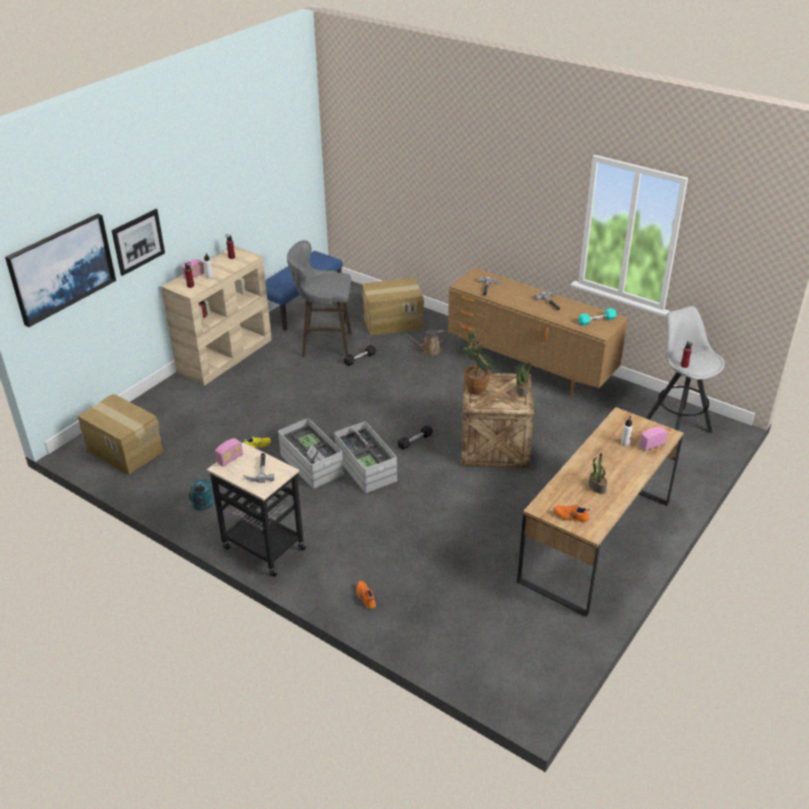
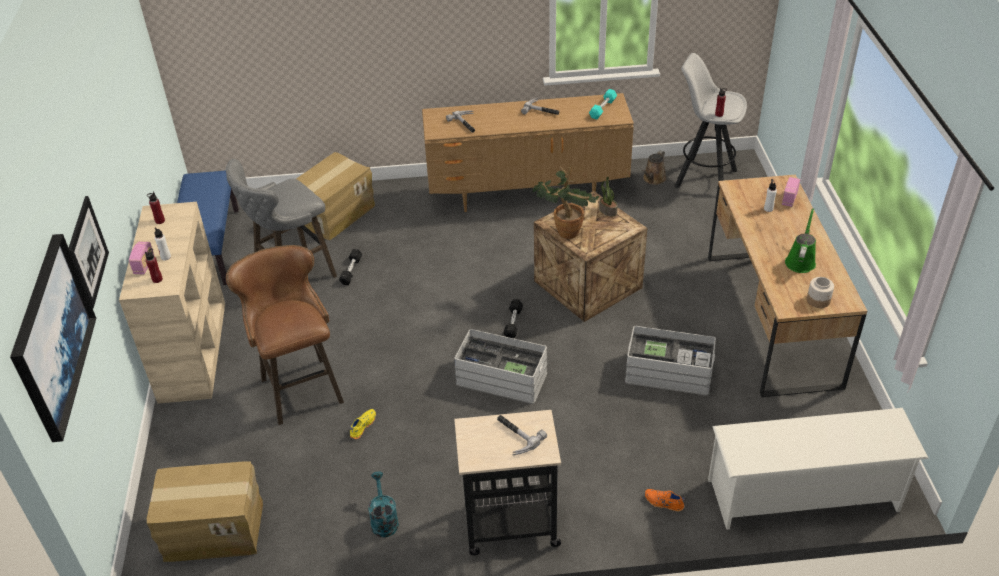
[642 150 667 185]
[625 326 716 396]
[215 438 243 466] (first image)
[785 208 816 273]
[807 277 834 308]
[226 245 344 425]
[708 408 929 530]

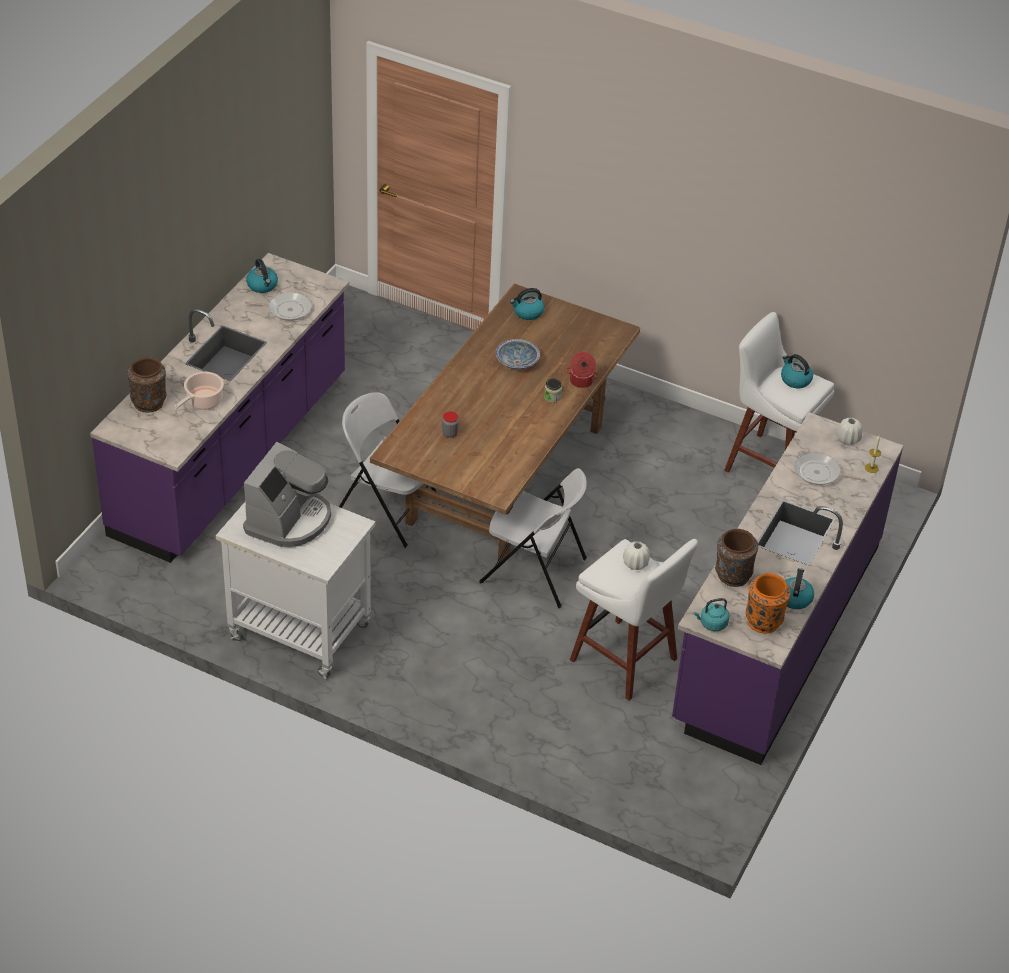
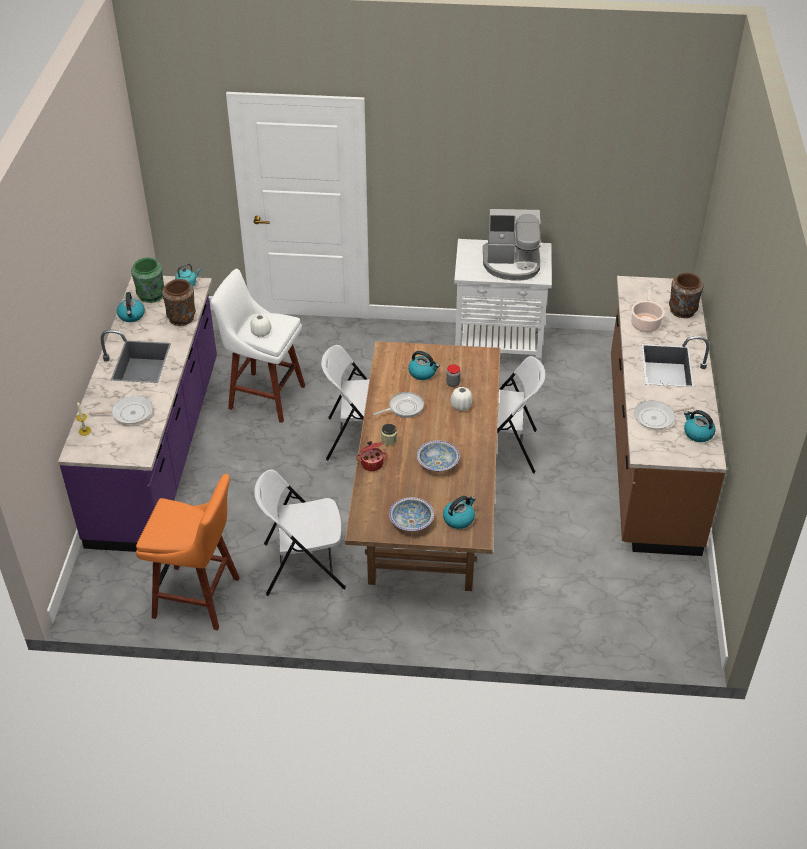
[611 276 727 556]
[136 474 240 630]
[408 351 440 380]
[450 387 473 411]
[483 209 541 281]
[131 258 165 303]
[374 392 424 418]
[254 470 346 596]
[389 497 434 531]

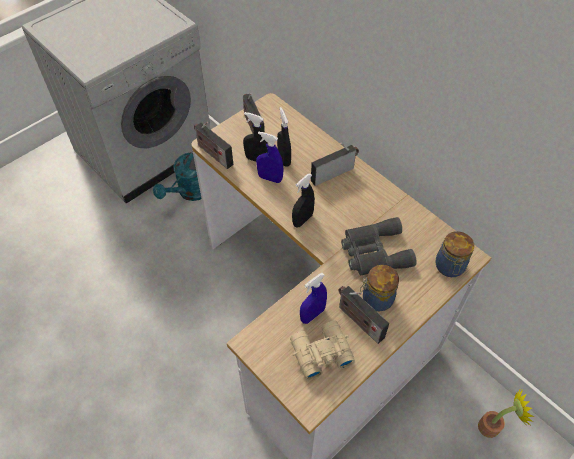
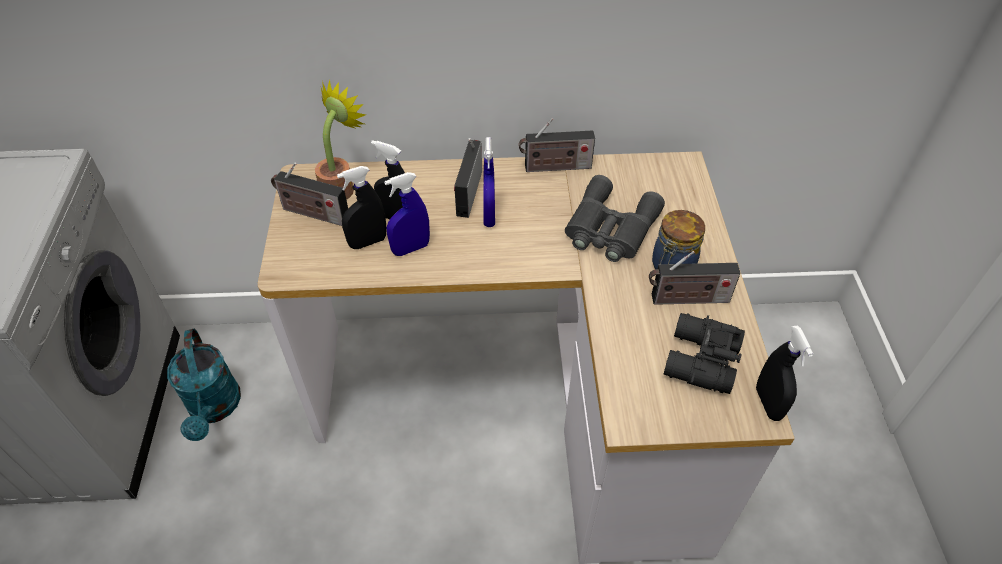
[519 118 595 172]
[756 325 813 421]
[435 231 474 277] (first image)
[483 137 495 227]
[664 313 745 394]
[315 80 366 200]

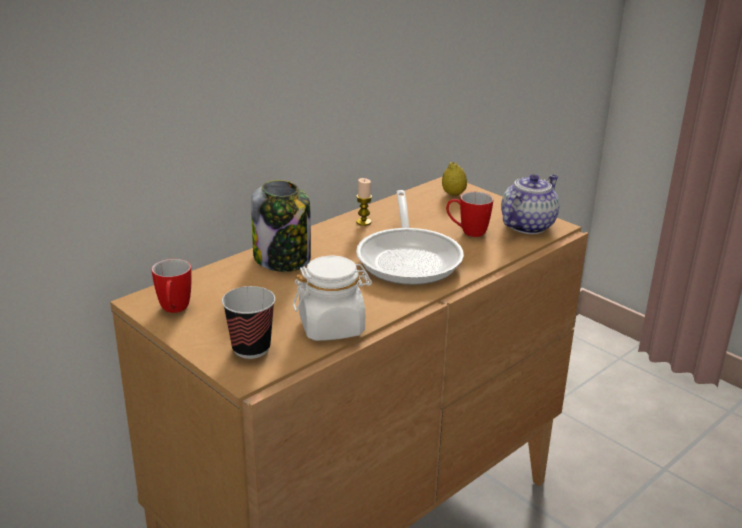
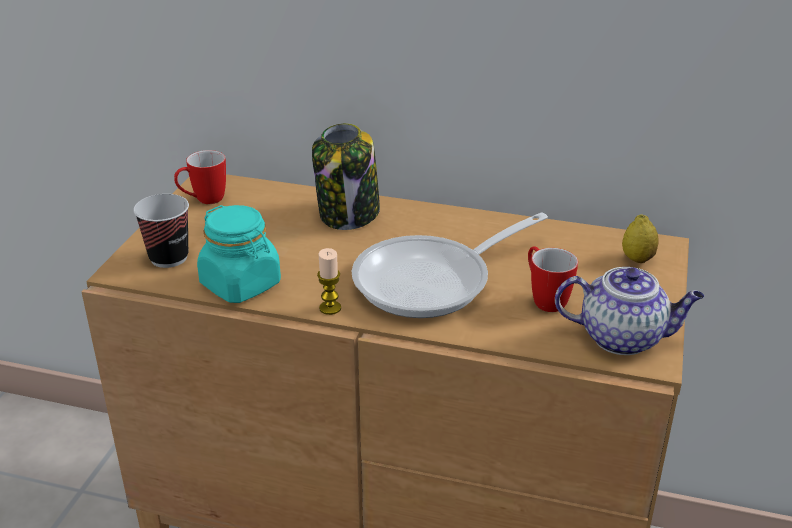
[317 248 341 315]
[197 205 281 303]

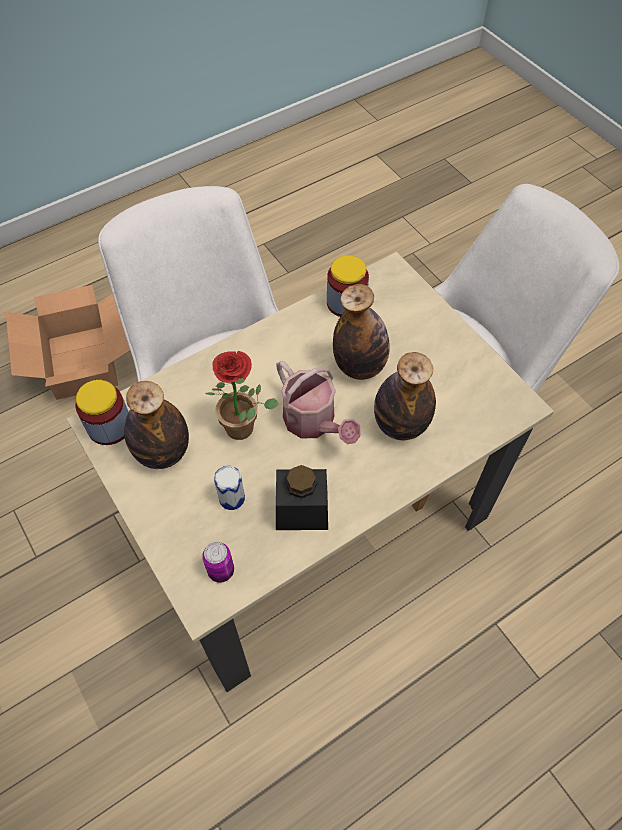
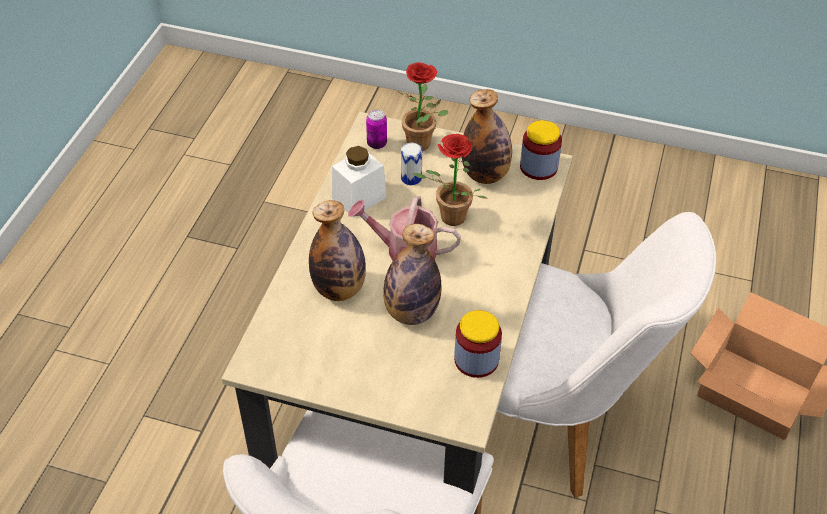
[332 146 387 217]
[396 62 448 151]

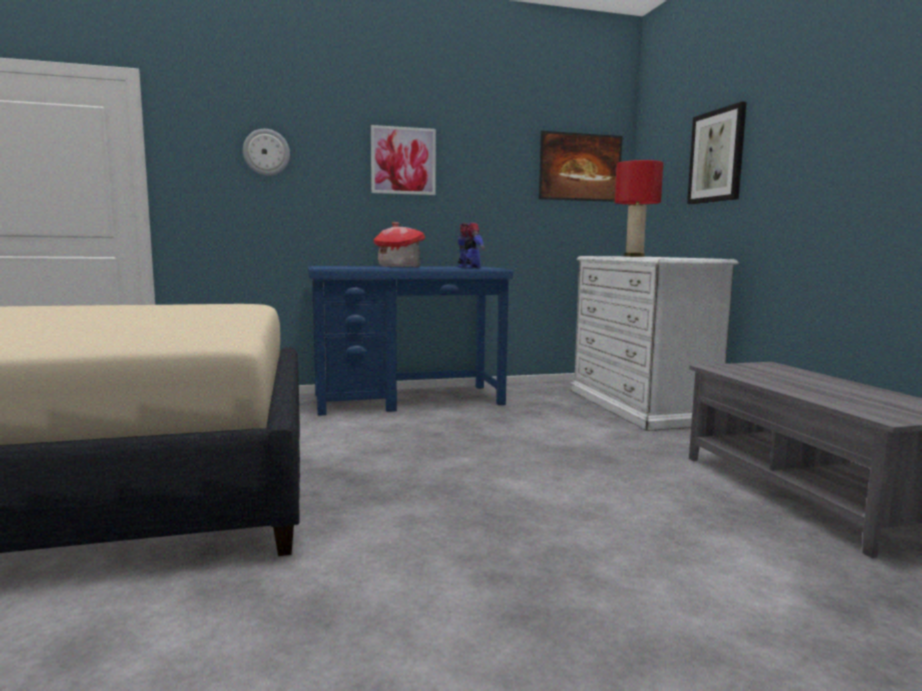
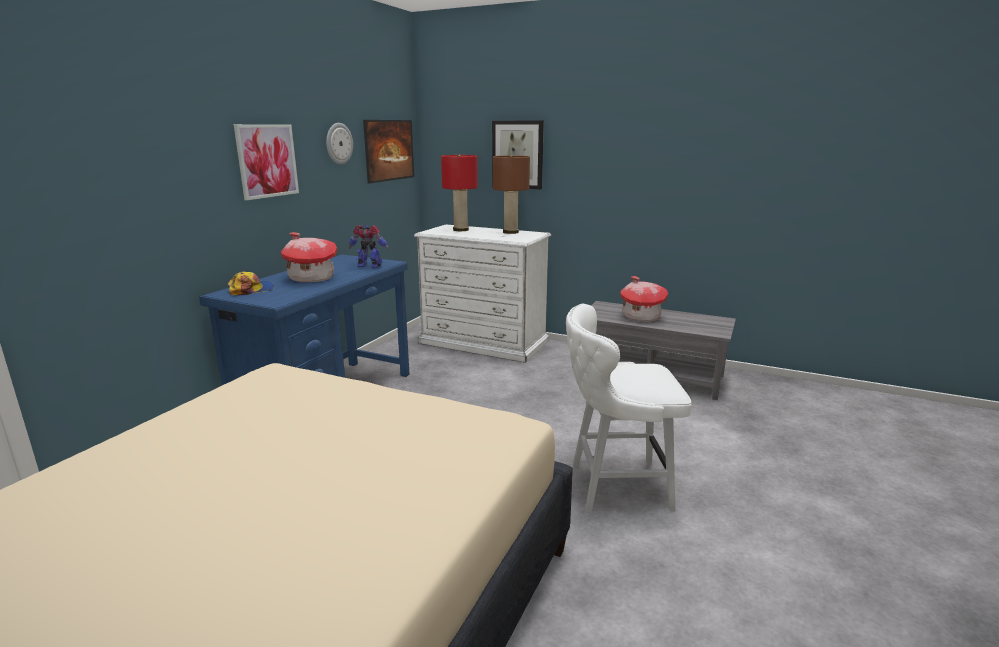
[326 123 353 164]
[493 155 530 234]
[228 272 274 295]
[620 276 668 322]
[566 304 692 513]

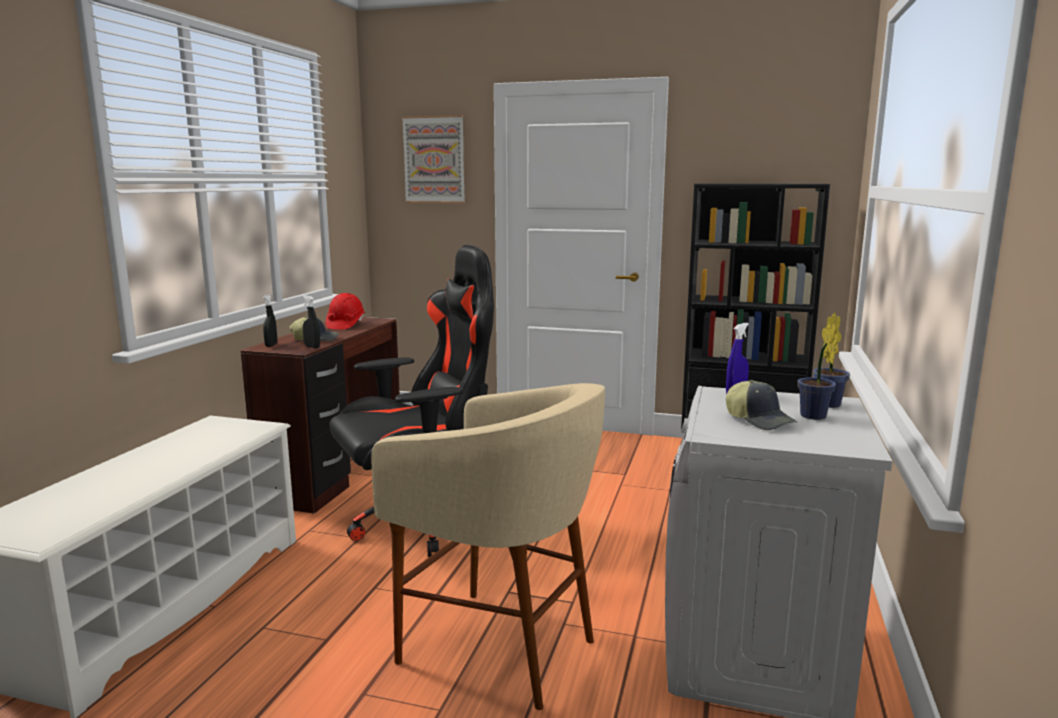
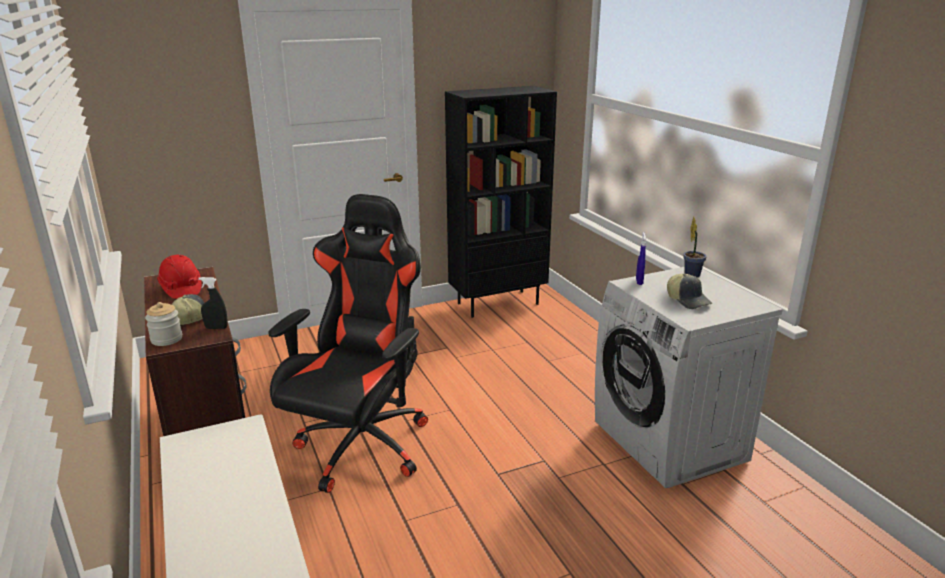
[402 115 465 203] (first image)
[145 302 182 346]
[797 324 838 420] (first image)
[667 274 712 309]
[371 383 605 710] (first image)

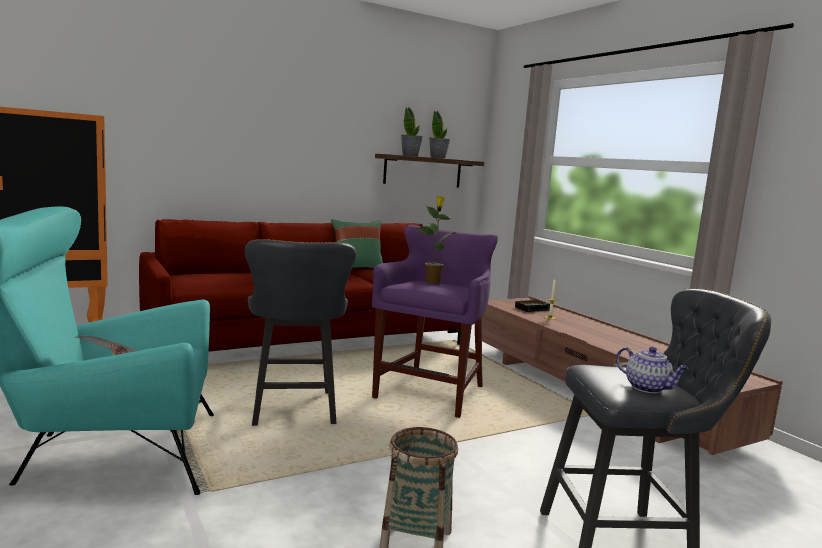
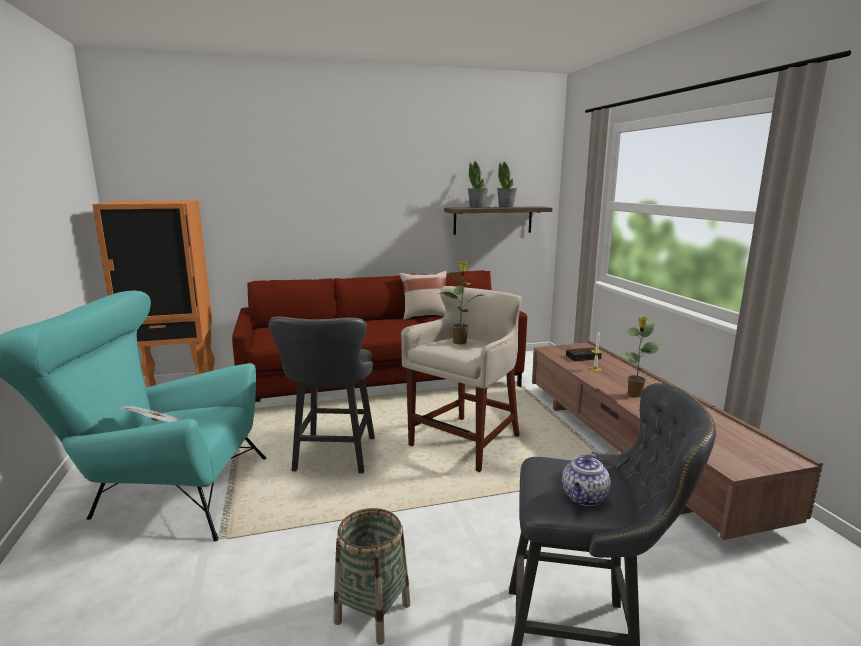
[399 271 447 320]
[401 286 522 472]
[562 451 611 506]
[619 316 661 398]

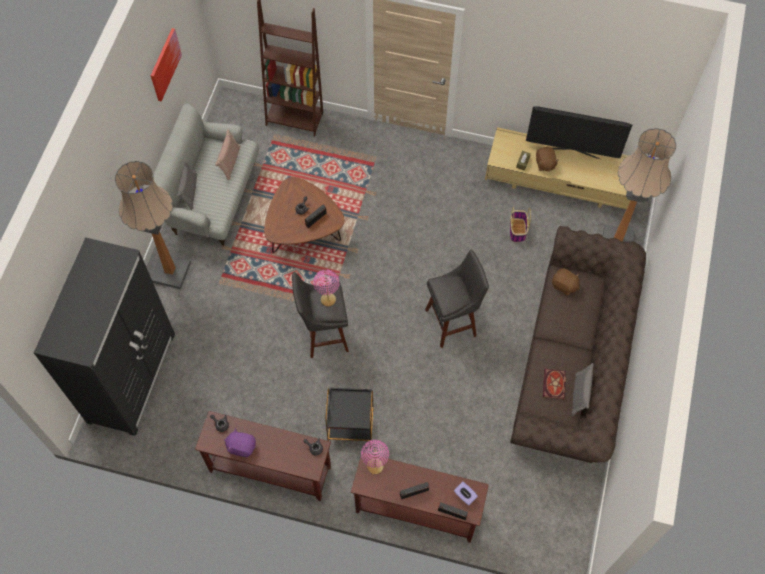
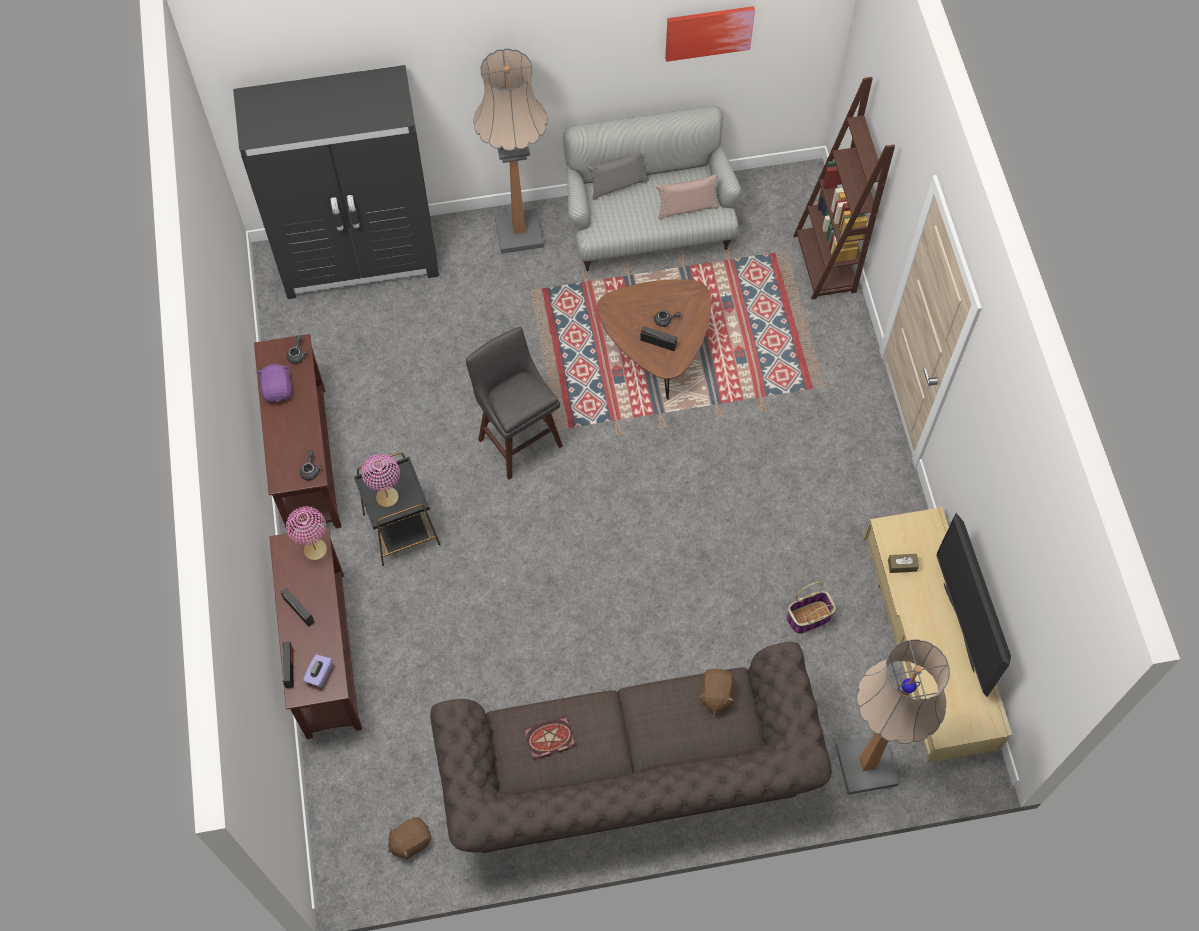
[388 817 431 860]
[425 250 489 348] (first image)
[361 453 400 507]
[572 363 594 416] (first image)

